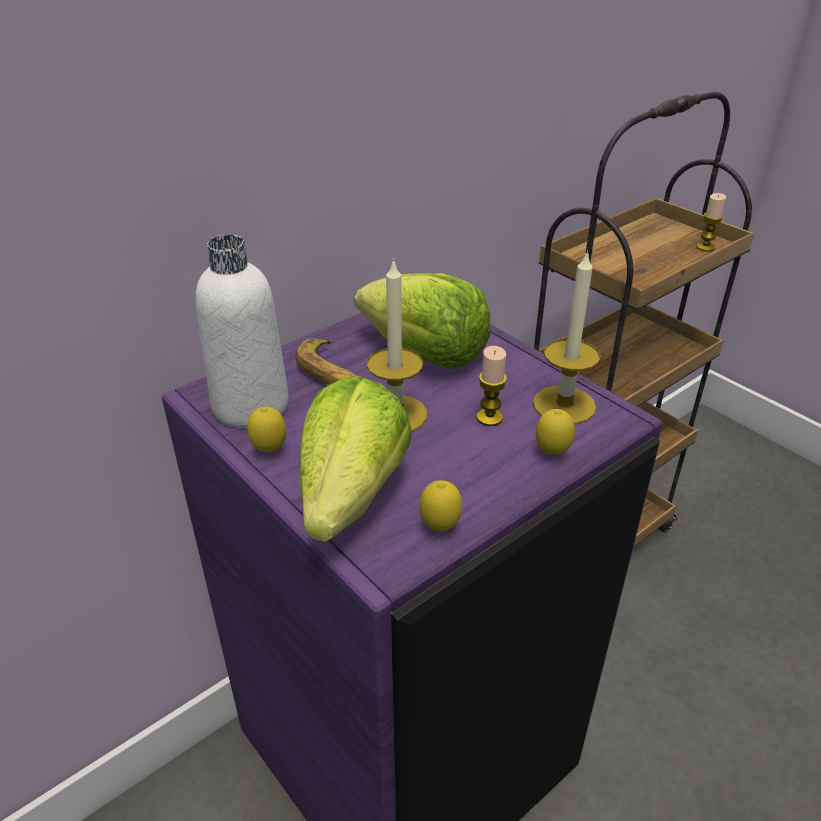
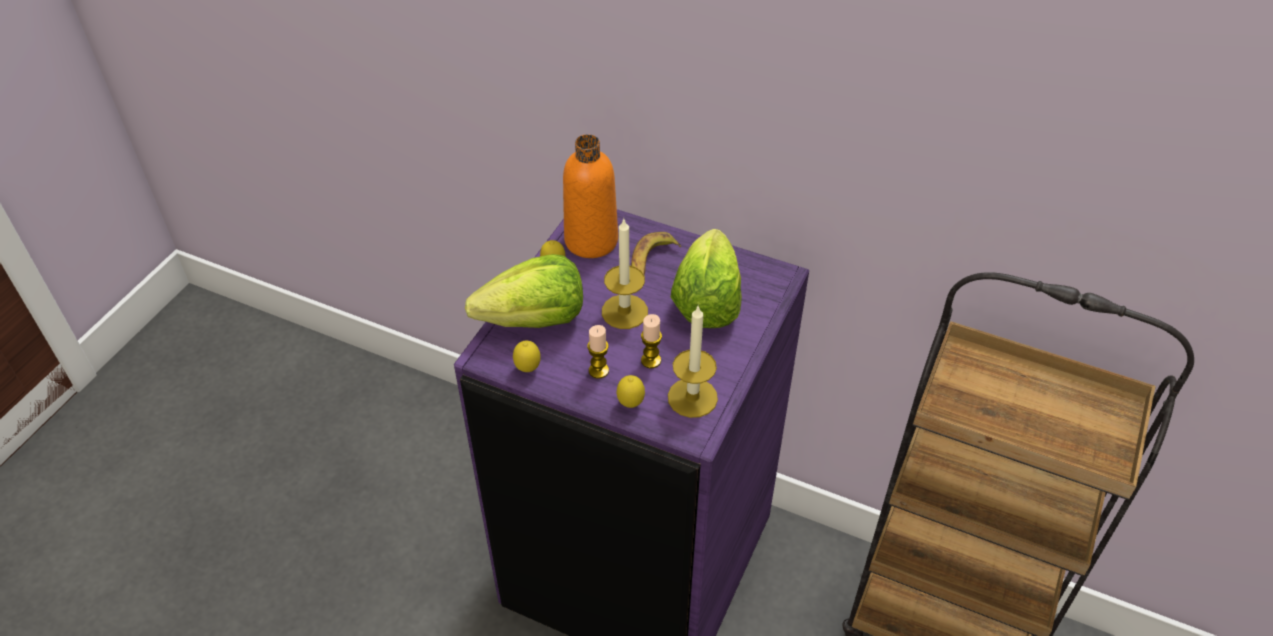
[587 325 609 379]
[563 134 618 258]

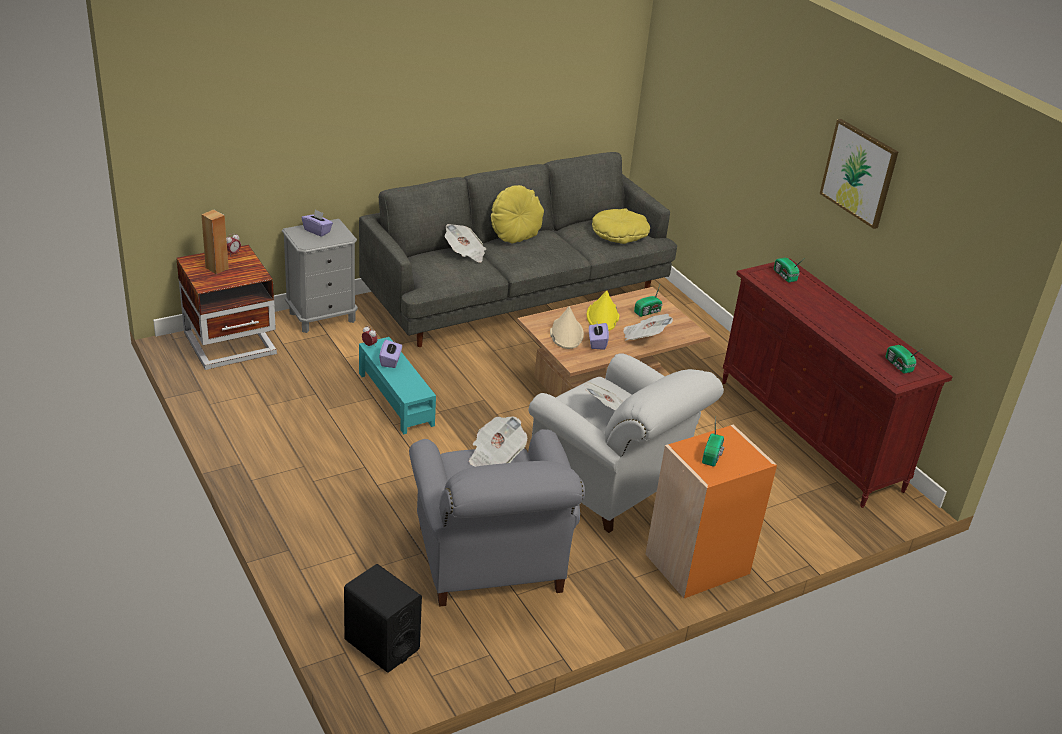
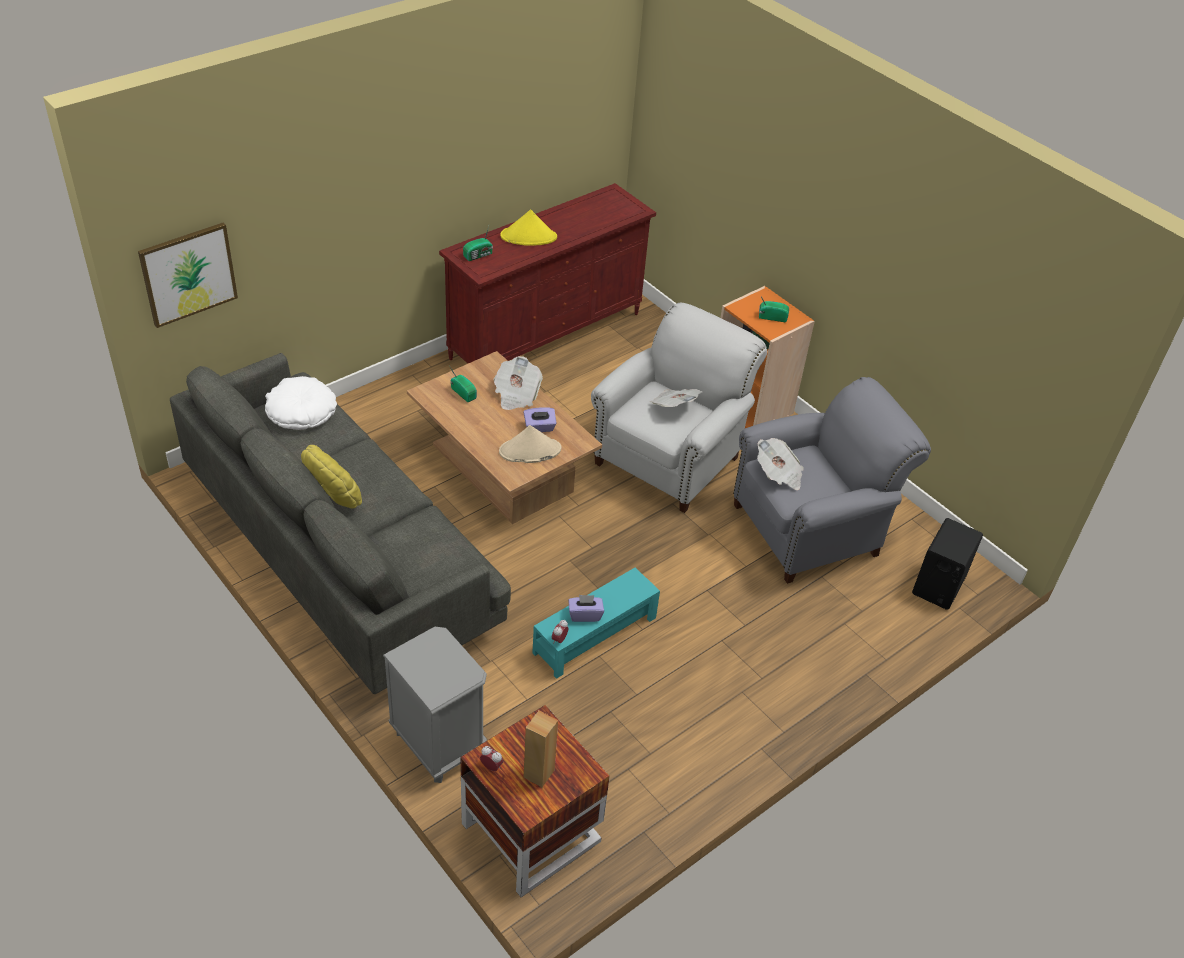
[138 223 238 328]
[265 376 337 430]
[302 209 333 237] (first image)
[444 224 486 262] (first image)
[500 210 557 246]
[885 345 924 374] (first image)

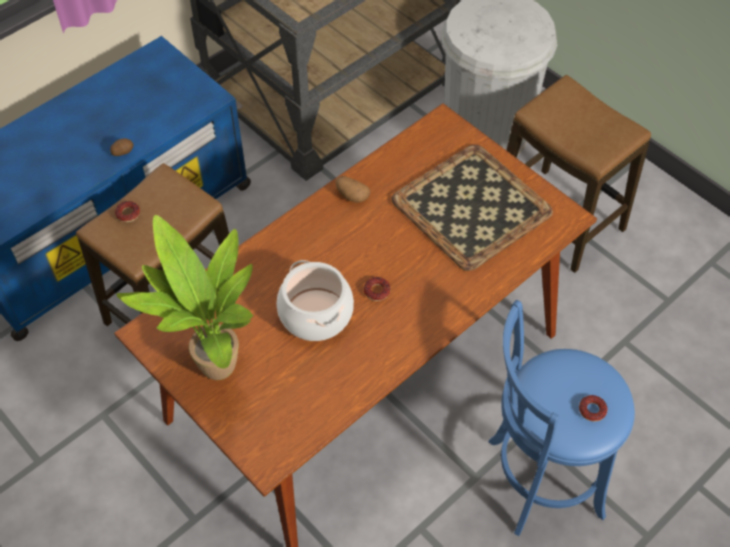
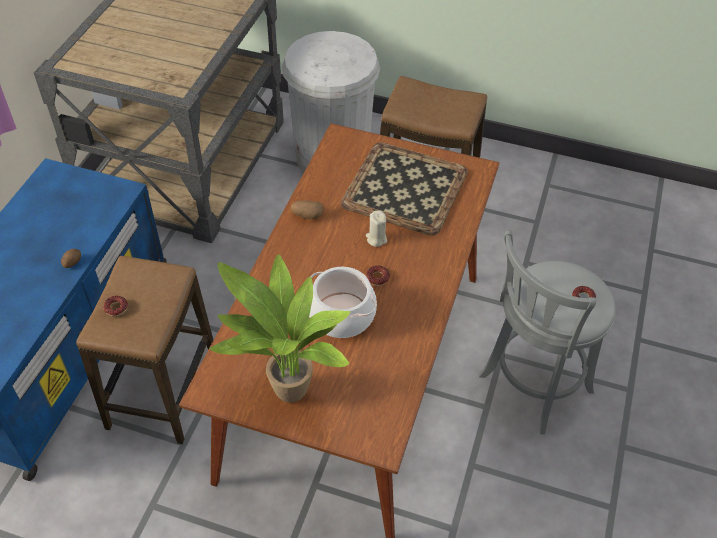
[479 230 616 435]
[366 210 387 247]

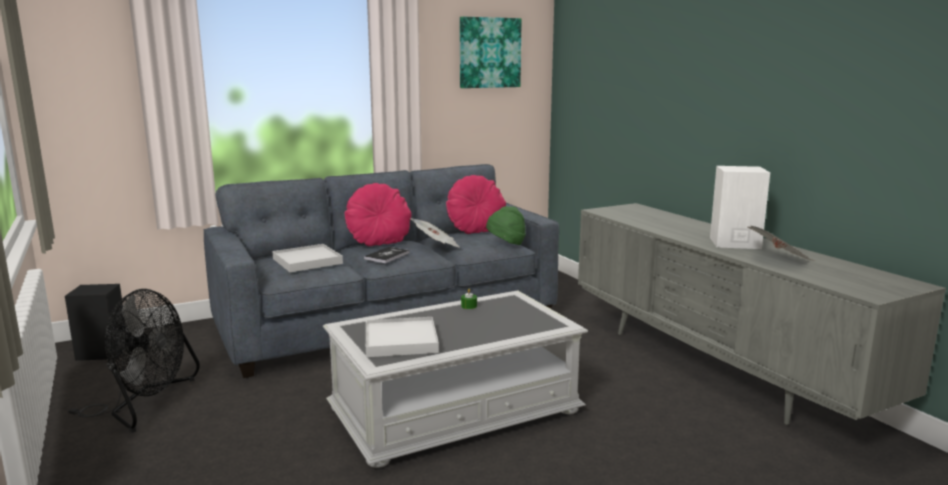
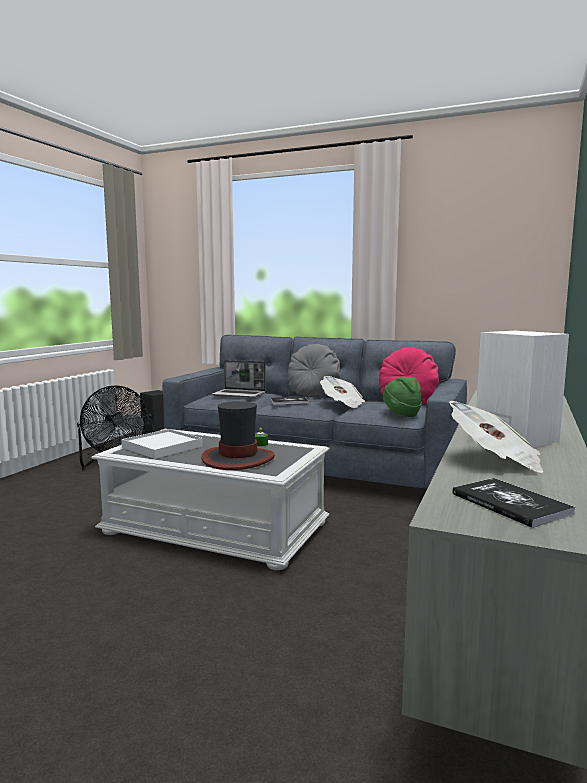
[460 17 522 88] (first image)
[288 344 340 397]
[212 360 266 398]
[201 401 275 470]
[452 478 575 528]

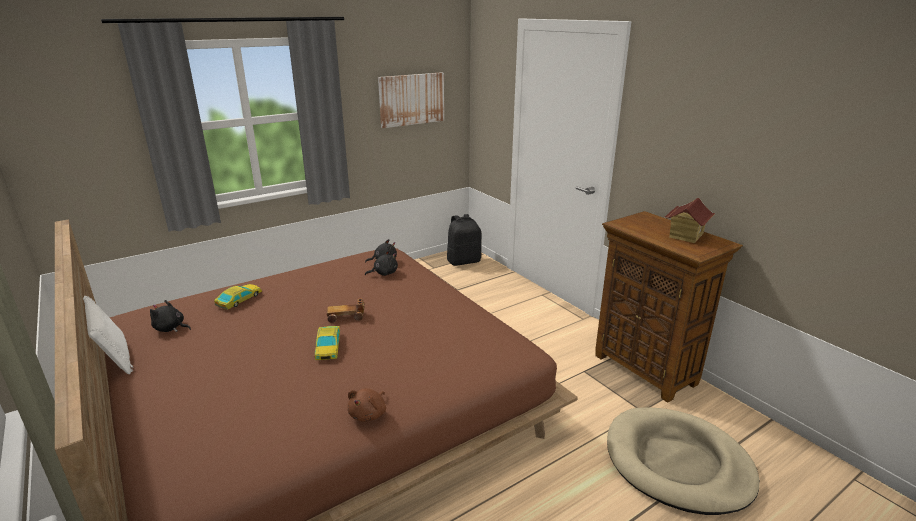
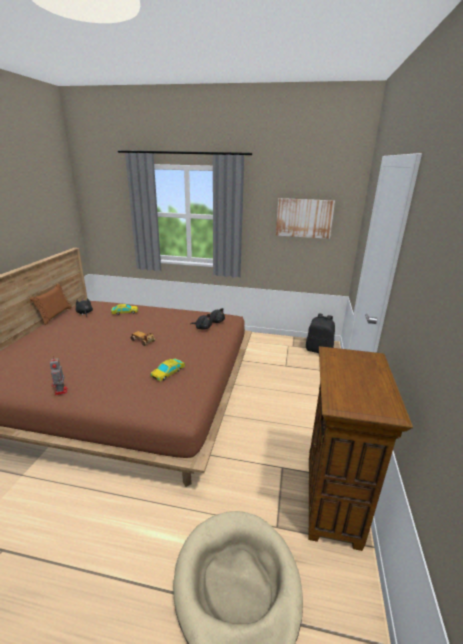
[665 198 715 243] (first image)
[30 284 72 325]
[150 358 185 381]
[50 356 68 395]

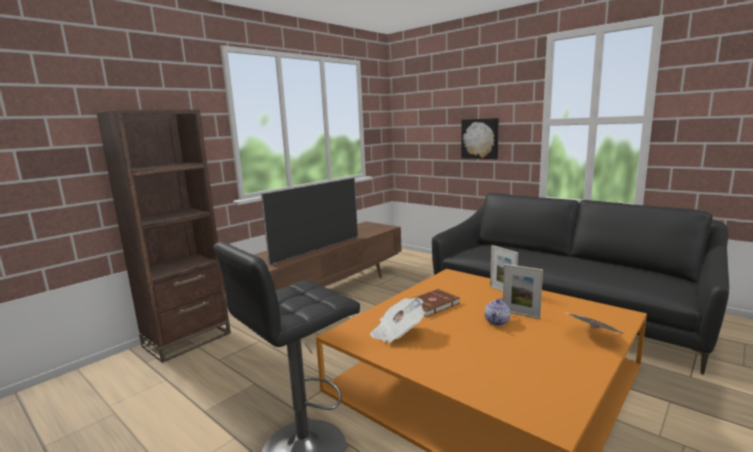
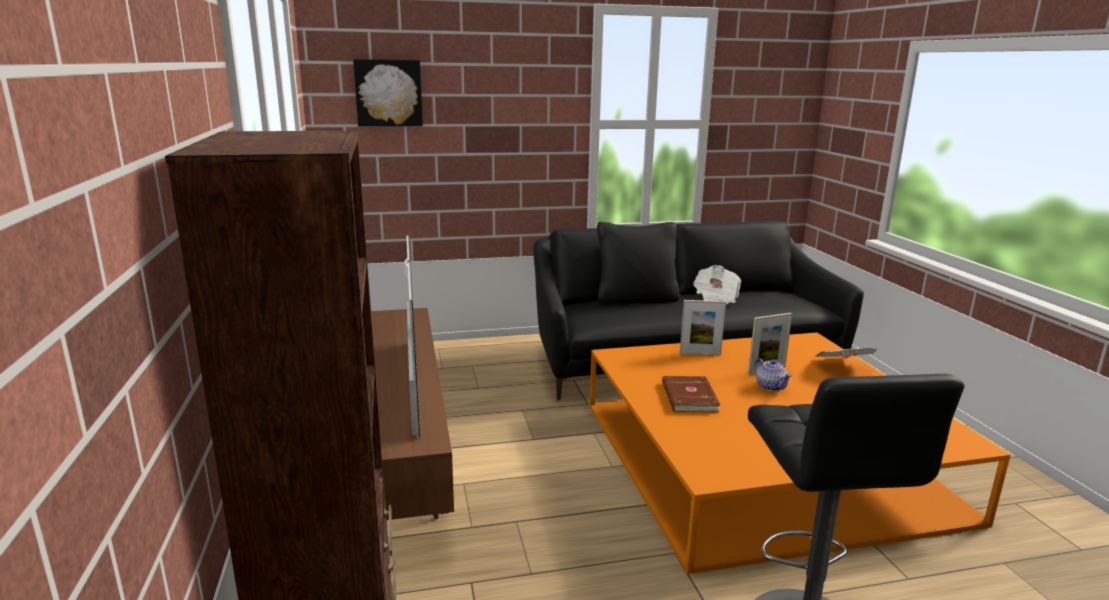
[353 59 423 127]
[693 265 742 304]
[597 222 680 304]

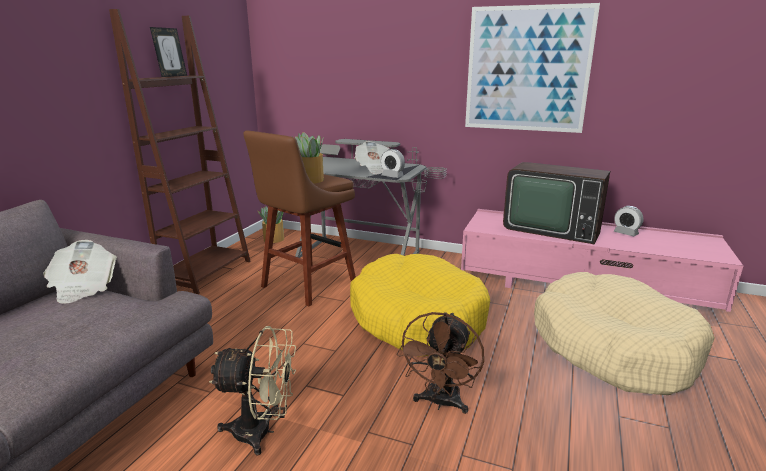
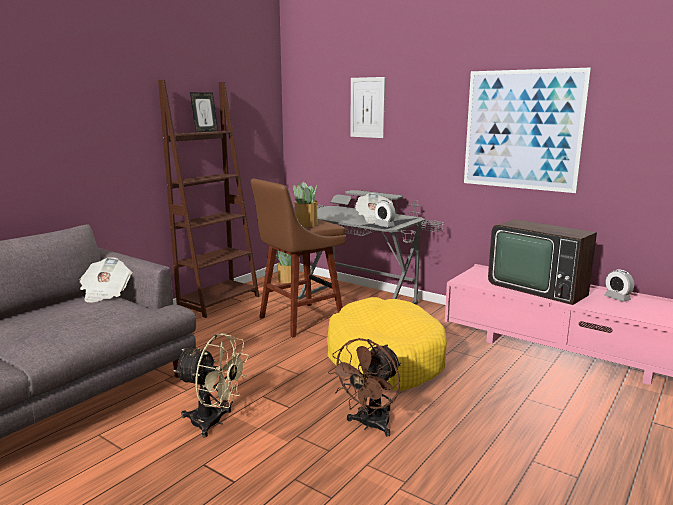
[534 272 715 395] (first image)
[350 77 385 138]

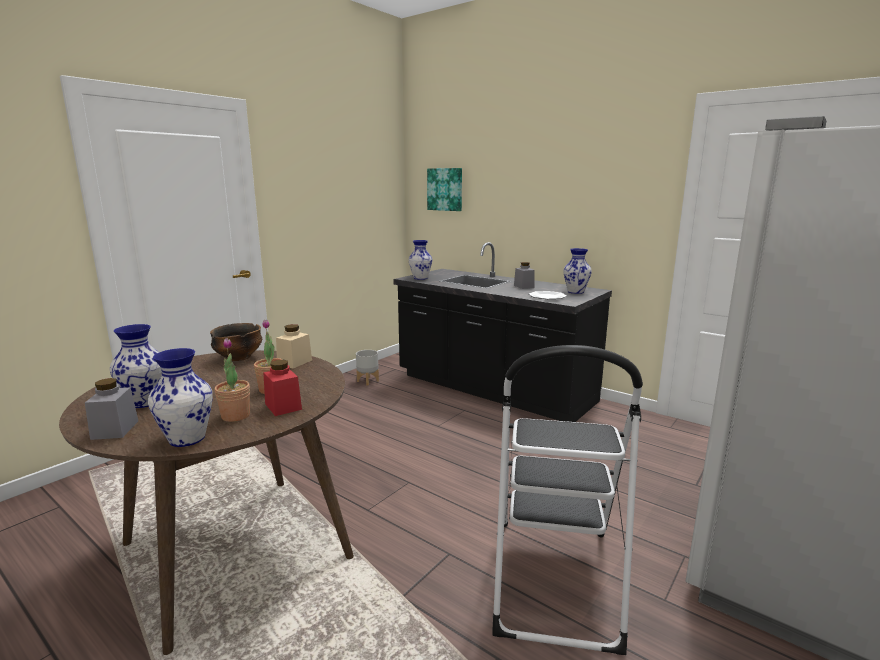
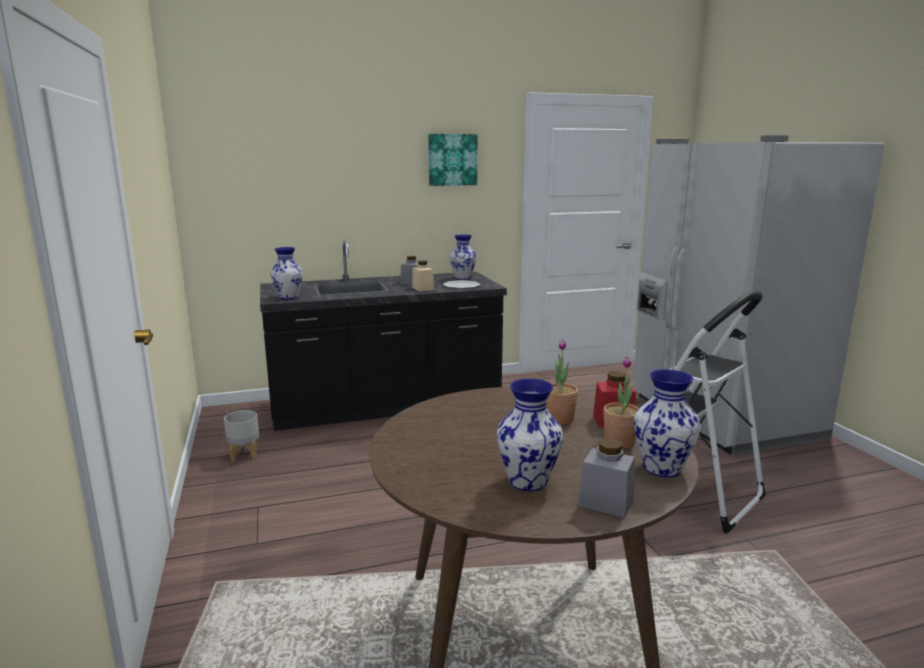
[428 134 478 186]
[210 323 262 361] (first image)
[412 260 434 291]

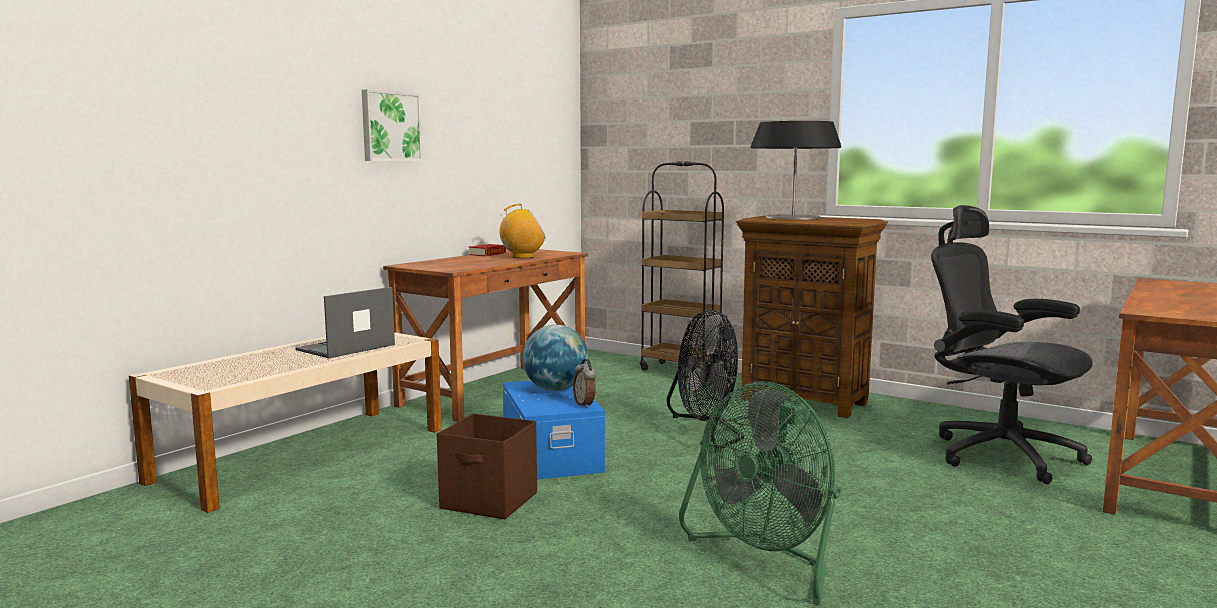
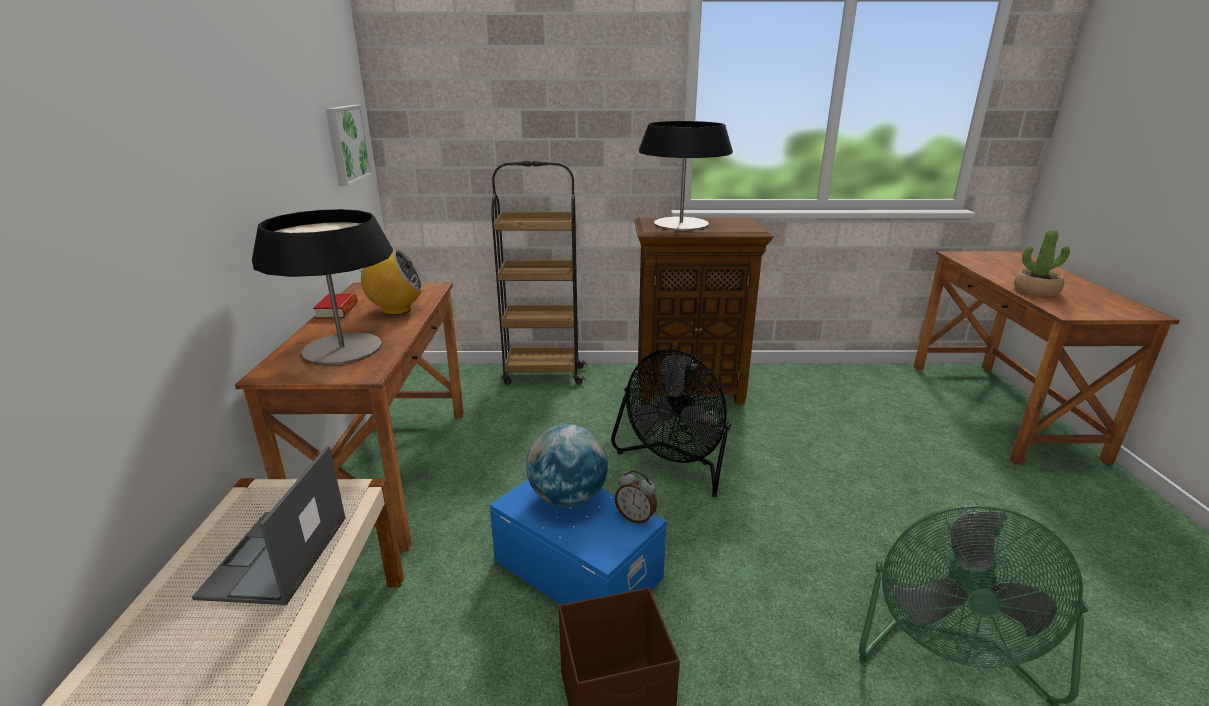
[326 105 372 186]
[359 250 424 315]
[931 205 1093 484] (first image)
[252 209 393 365]
[1014 230 1070 297]

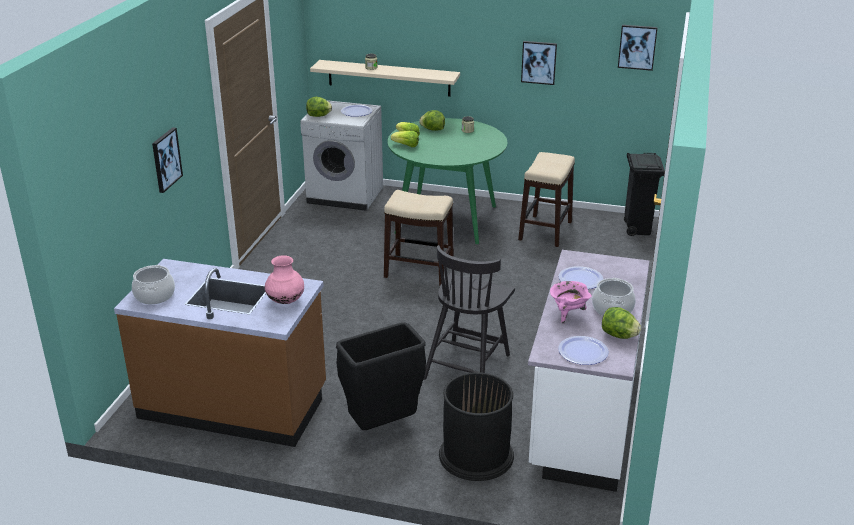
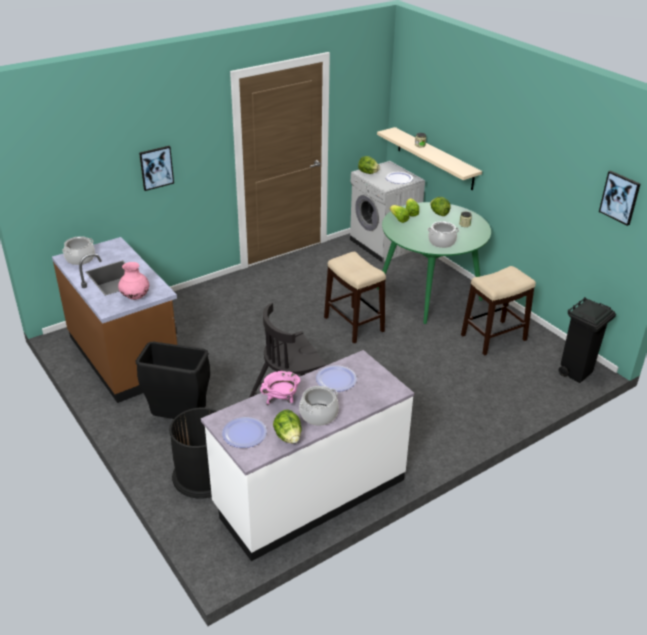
[521 41 557 85] (first image)
[428 221 459 248]

